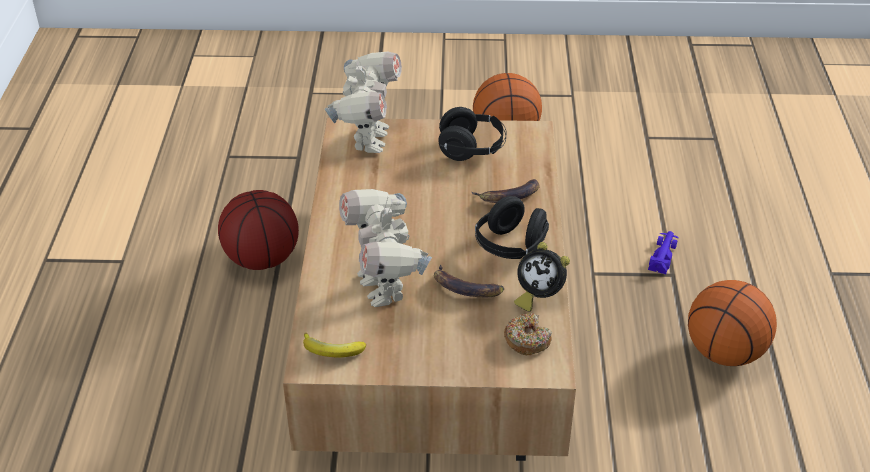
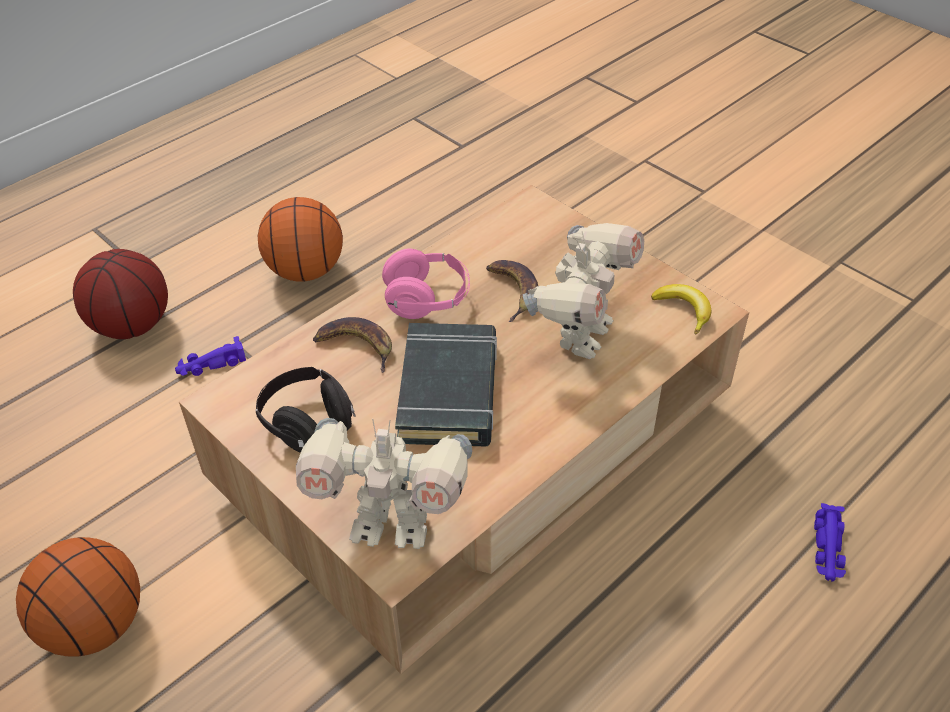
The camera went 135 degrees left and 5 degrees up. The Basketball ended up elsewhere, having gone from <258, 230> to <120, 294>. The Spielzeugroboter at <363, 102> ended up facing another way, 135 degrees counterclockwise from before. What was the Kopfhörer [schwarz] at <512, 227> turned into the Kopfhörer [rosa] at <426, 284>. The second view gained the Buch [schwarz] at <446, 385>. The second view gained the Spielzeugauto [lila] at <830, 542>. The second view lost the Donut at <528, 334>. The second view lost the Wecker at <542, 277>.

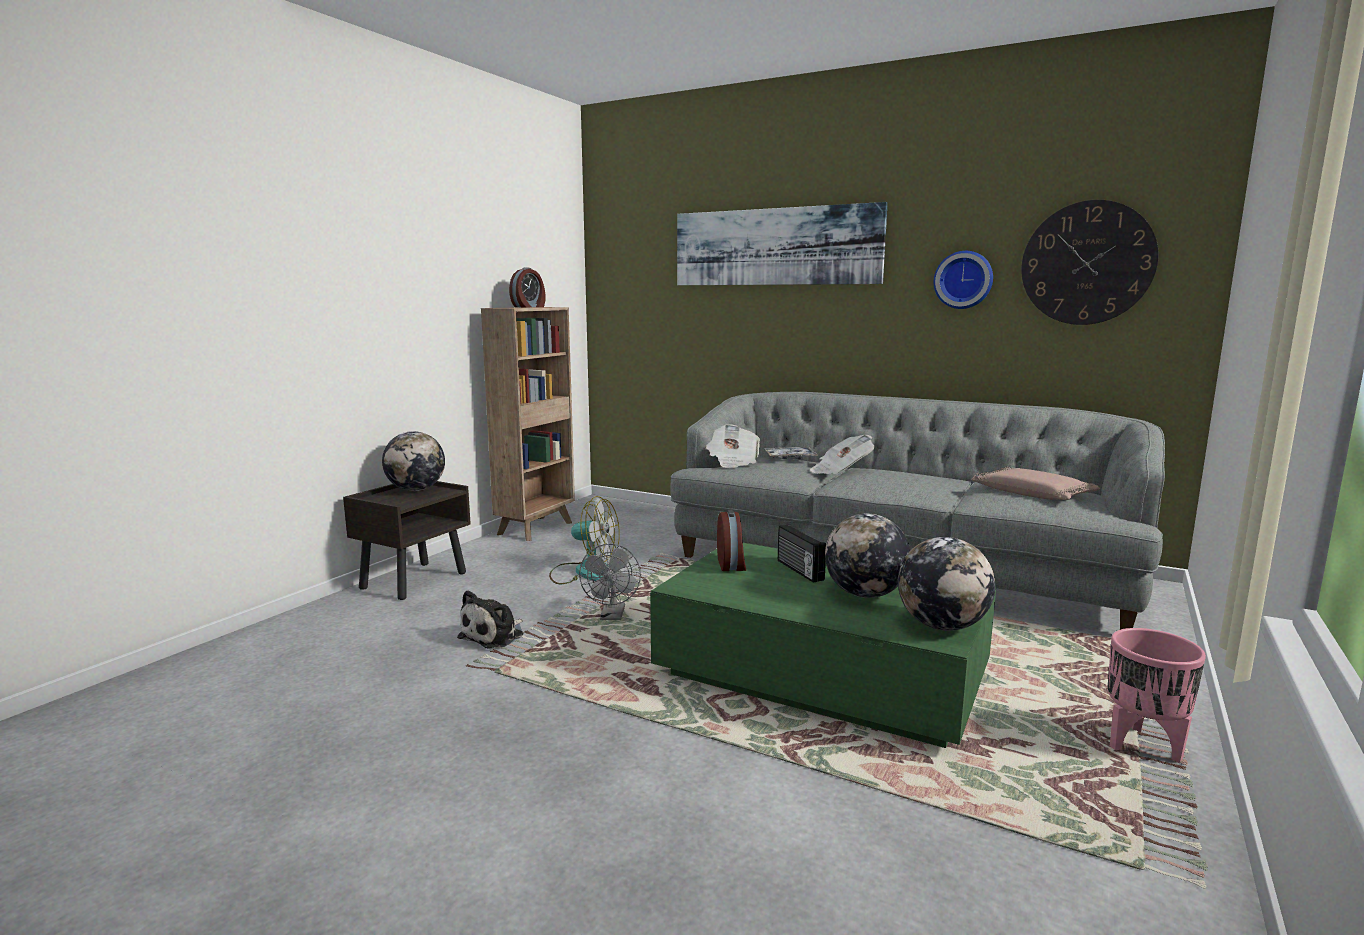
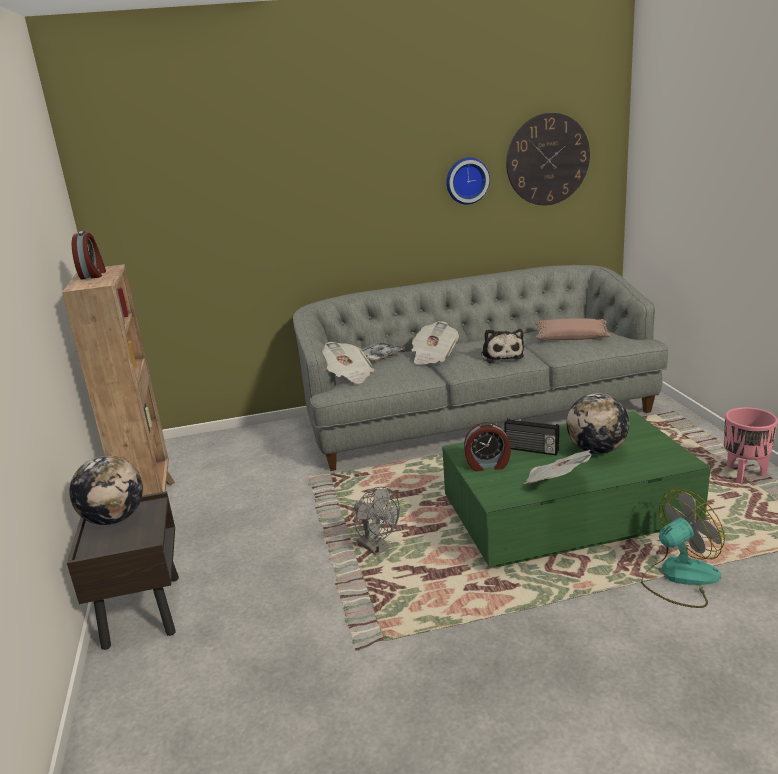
The camera went 40 degrees left and 10 degrees up. The Wecker at <731, 540> ended up facing another way, 135 degrees clockwise from before. The Plüschtier ended up elsewhere, having gone from <490, 619> to <502, 346>. The second view gained the Zeitung at <557, 467>. The Ventilator ended up elsewhere, having gone from <584, 540> to <683, 548>. The second view lost the Bild at <782, 243>. The second view lost the Globus at <946, 584>.

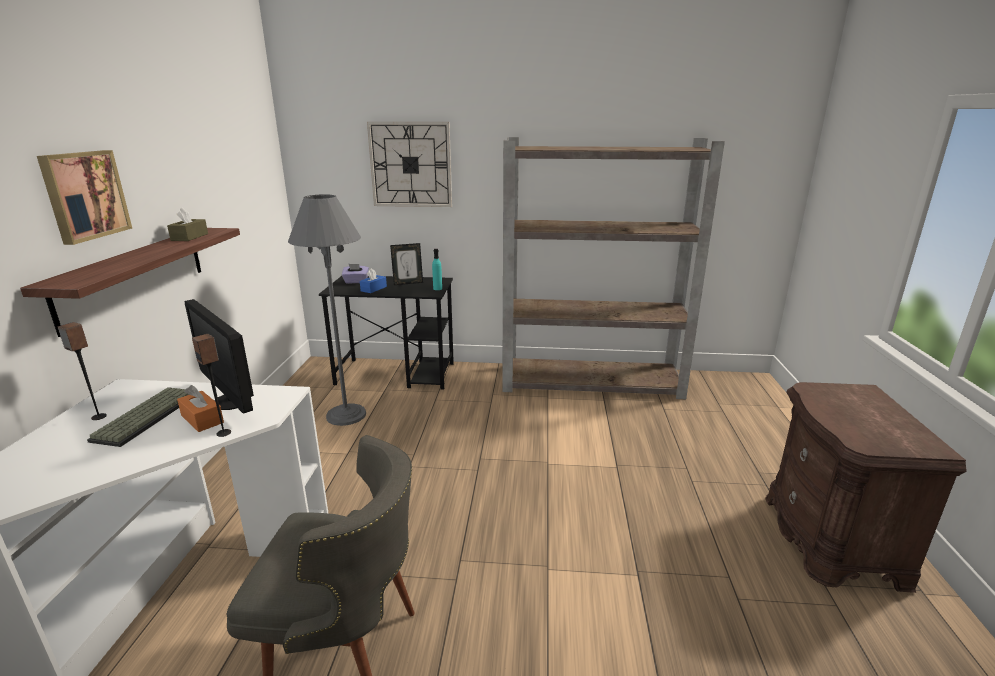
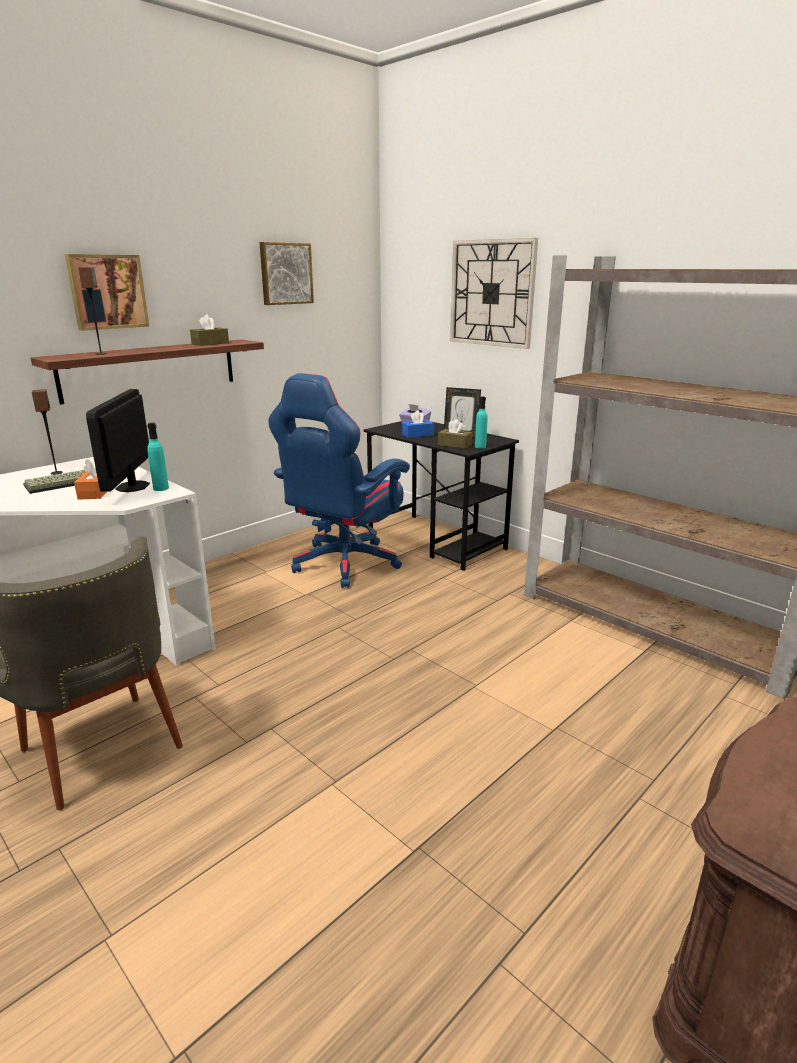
The camera went 40 degrees right and 0 degrees up. The Lautsprecher ended up elsewhere, having gone from <211, 385> to <92, 311>. The second view gained the Flasche [türkis] at <158, 457>. The second view gained the Bild at <286, 273>. Where the Stehlampe [grau] stood at <327, 310>, the Bürostuhl [blau] came to stand at <339, 480>. The second view gained the Taschentuchbox [braun] at <455, 434>.

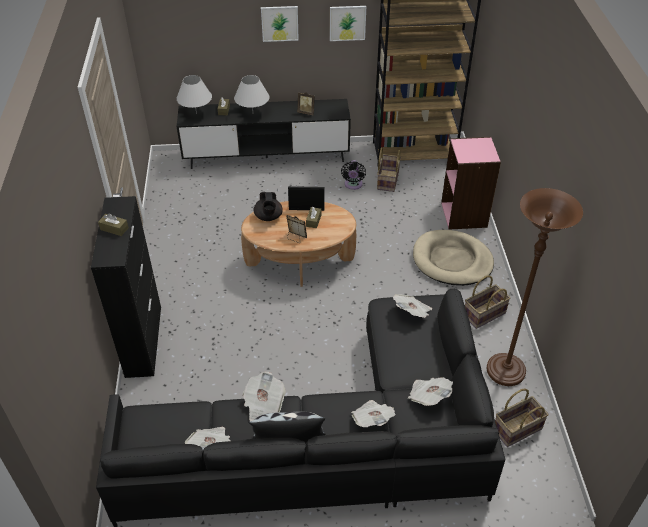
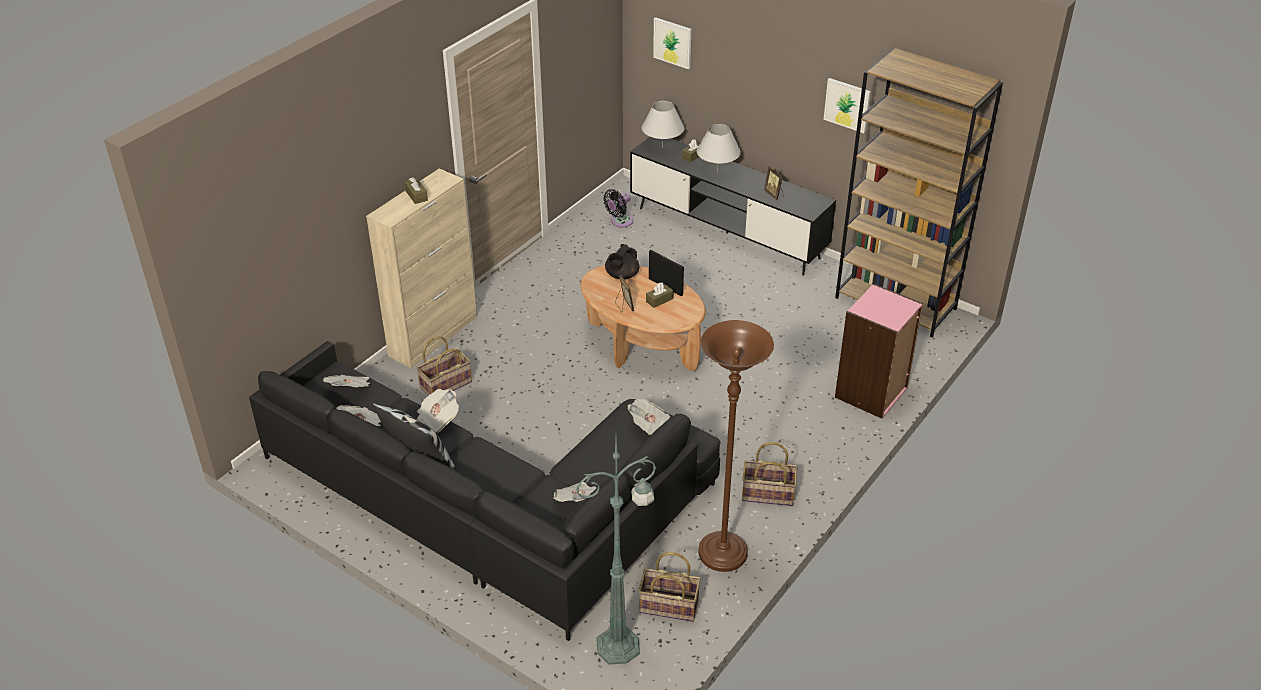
The camera went 40 degrees right and 5 degrees down. The Zeitung ended up elsewhere, having gone from <373, 413> to <346, 381>. What was the Schrank [schwarz] at <126, 287> turned into the Schrank [beige] at <421, 268>. The Korb ended up elsewhere, having gone from <389, 170> to <444, 366>. The second view gained the Stehlampe [grün] at <616, 551>. The Ventilator [schwarz] ended up elsewhere, having gone from <353, 175> to <618, 208>. The Bild ended up elsewhere, having gone from <280, 24> to <672, 43>. The second view lost the Hundebett [beige] at <453, 258>.

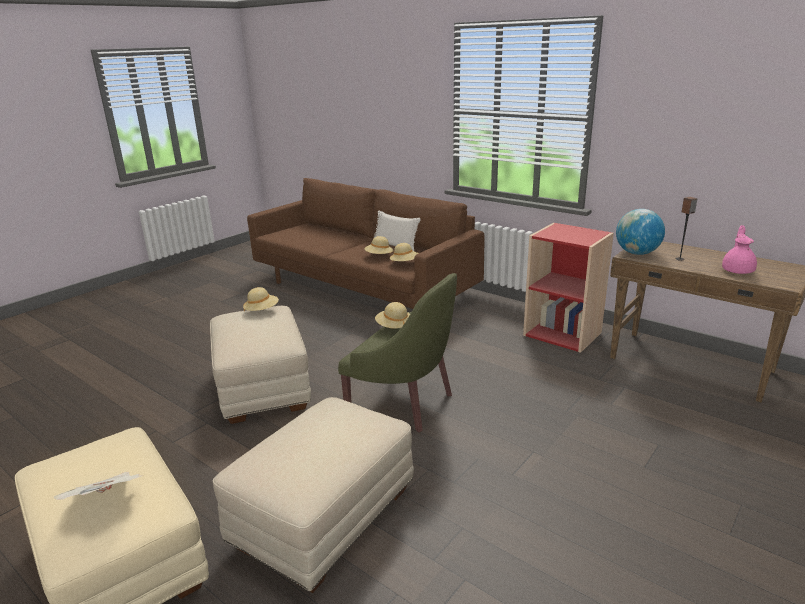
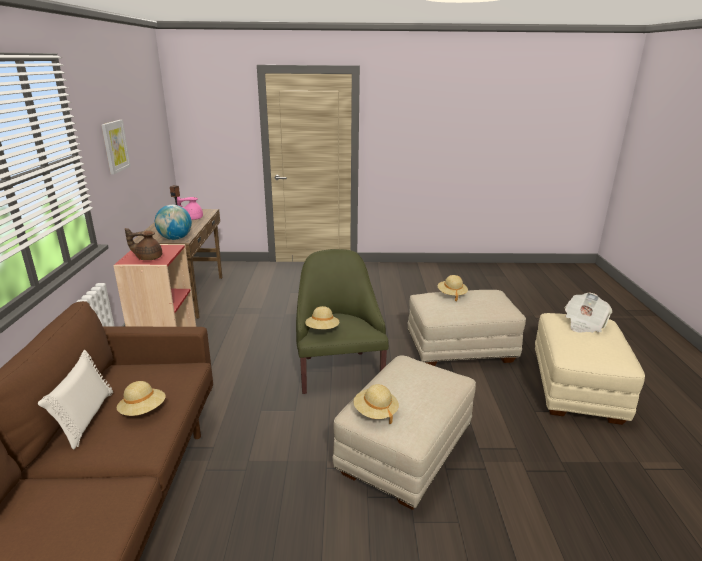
The camera went 130 degrees left and 0 degrees up. The second view gained the Bild at <115, 147>. The second view gained the Teekanne [braun] at <143, 244>. The Hut [beige] ended up elsewhere, having gone from <404, 252> to <453, 288>.

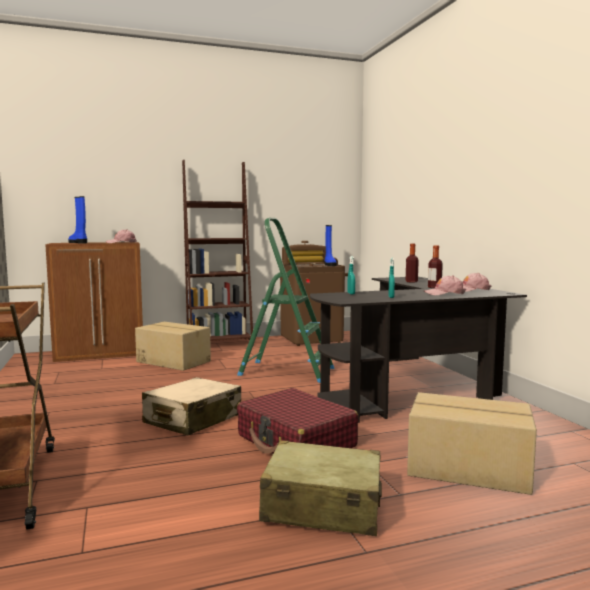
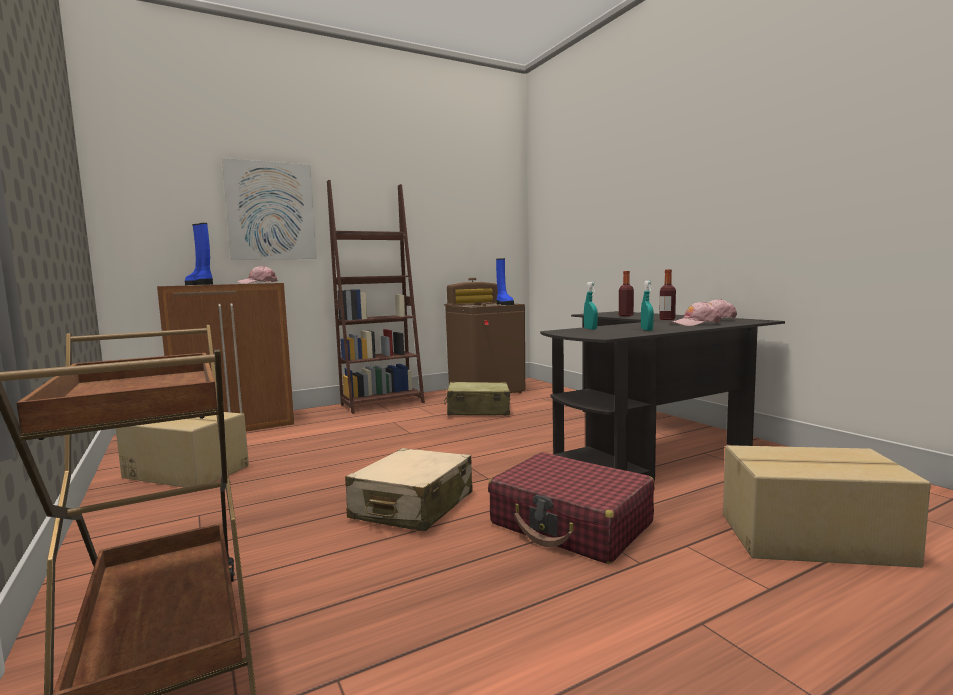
The camera went 10 degrees left and 0 degrees up. The Karton ended up elsewhere, having gone from <173, 346> to <182, 449>. The second view gained the Bild at <269, 209>. The Koffer [beige] ended up elsewhere, having gone from <320, 488> to <477, 399>. The second view lost the Trittleiter [grün] at <286, 300>.

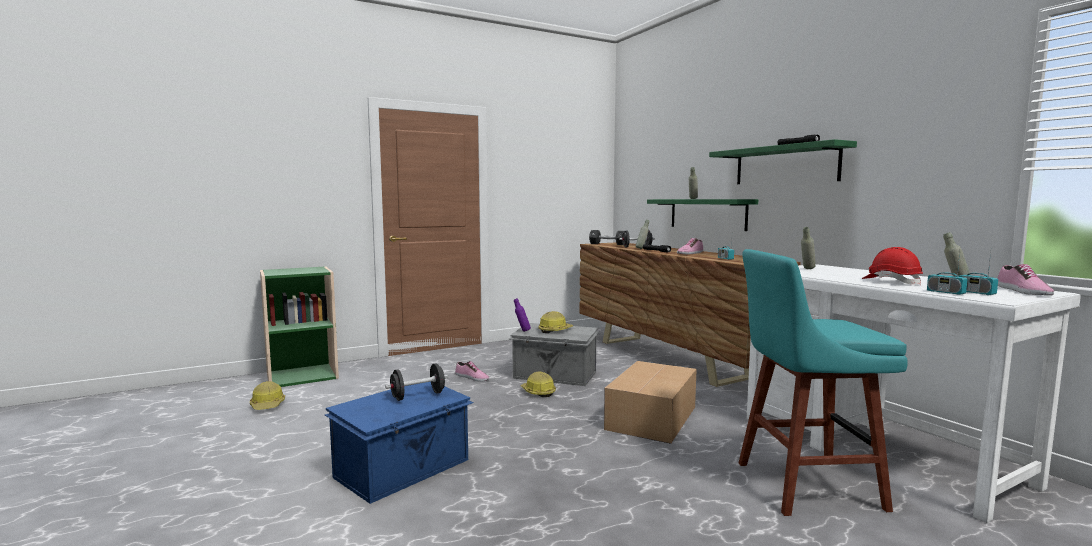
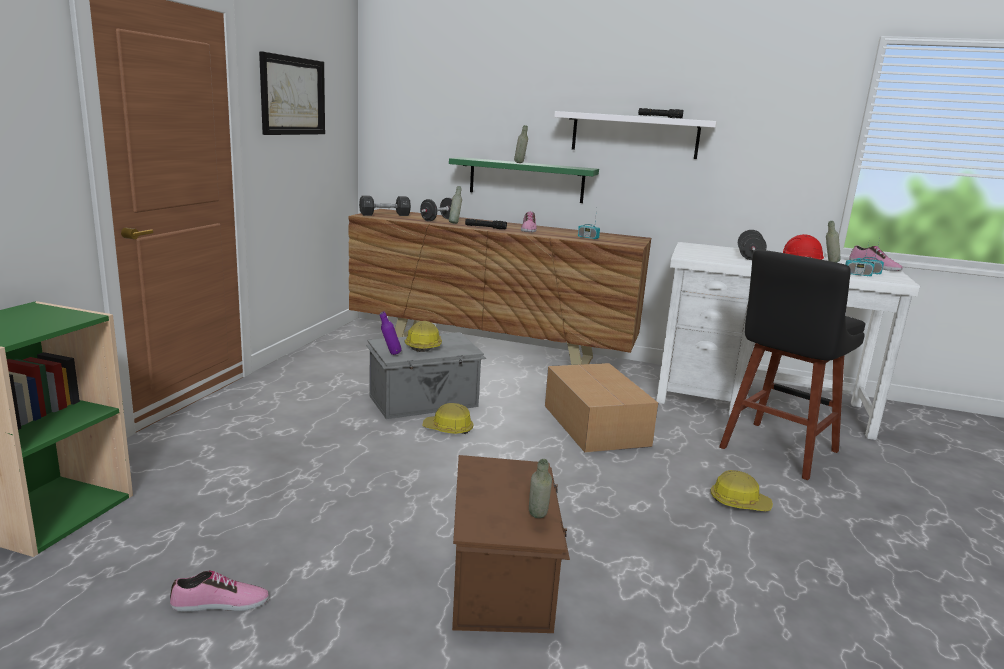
The camera went 45 degrees left and 10 degrees up. The Schuh ended up elsewhere, having gone from <472, 371> to <219, 591>. The second view gained the Bild at <292, 93>. What was the Aufbewahrungsbox [blau] at <399, 443> turned into the Aufbewahrungsbox [braun] at <511, 544>. The Flasche [grau] ended up elsewhere, having gone from <808, 248> to <540, 488>. What was the Wandregal [grün] at <783, 161> turned into the Wandregal [weiß] at <635, 135>. The Schutzhelm ended up elsewhere, having gone from <267, 395> to <742, 490>. What was the Hocker [türkis] at <823, 382> turned into the Hocker [schwarz] at <792, 364>. The Hantel [schwarz] ended up elsewhere, having gone from <416, 382> to <752, 245>.

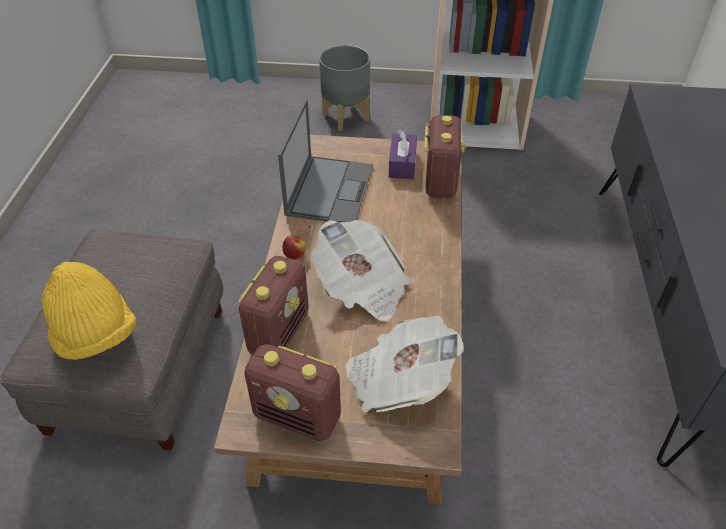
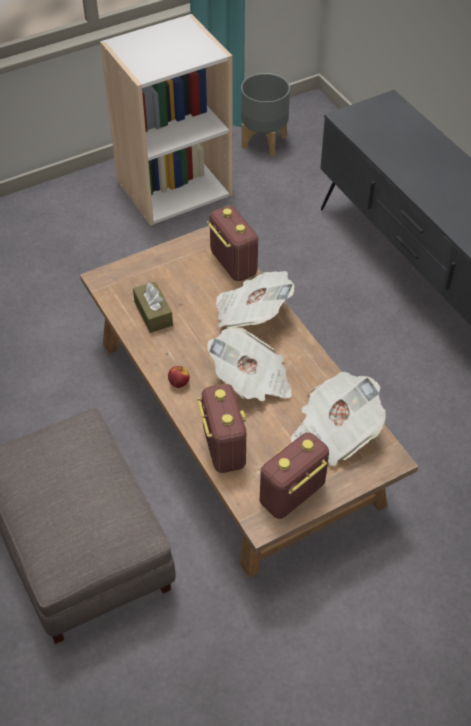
The camera went 35 degrees left and 5 degrees up. Where the Laptop stood at <325, 160>, the Taschentuchbox [braun] came to stand at <153, 307>. The second view gained the Zeitung at <255, 299>. The Pflanzkübel [grau] ended up elsewhere, having gone from <344, 88> to <265, 114>. The Radio at <292, 392> ended up facing another way, 150 degrees clockwise from before. The second view lost the Hut [gelb] at <89, 311>. The second view lost the Taschentuchbox [lila] at <403, 154>.

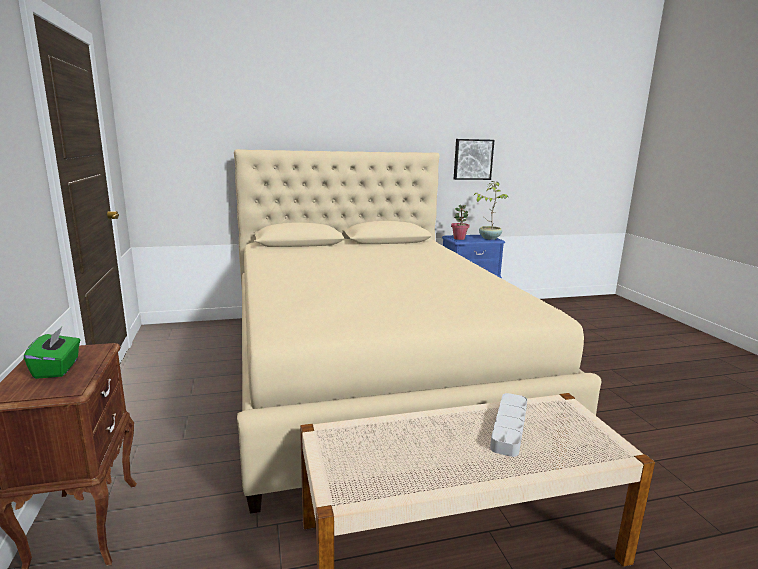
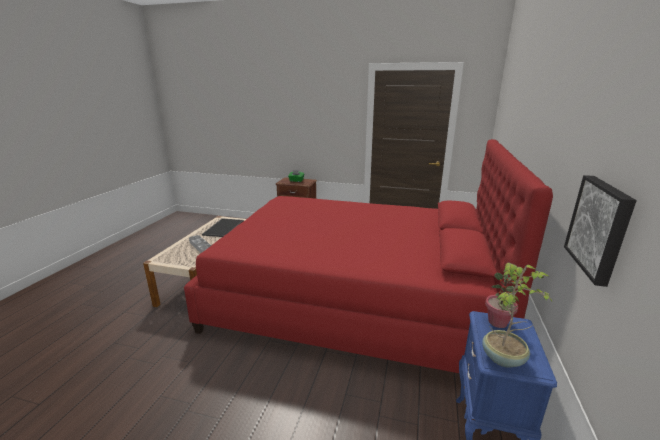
The camera went 120 degrees right and 5 degrees up. What was the Bett [beige] at <418, 331> turned into the Bett [rot] at <368, 256>. The second view gained the Tablett at <223, 228>.

